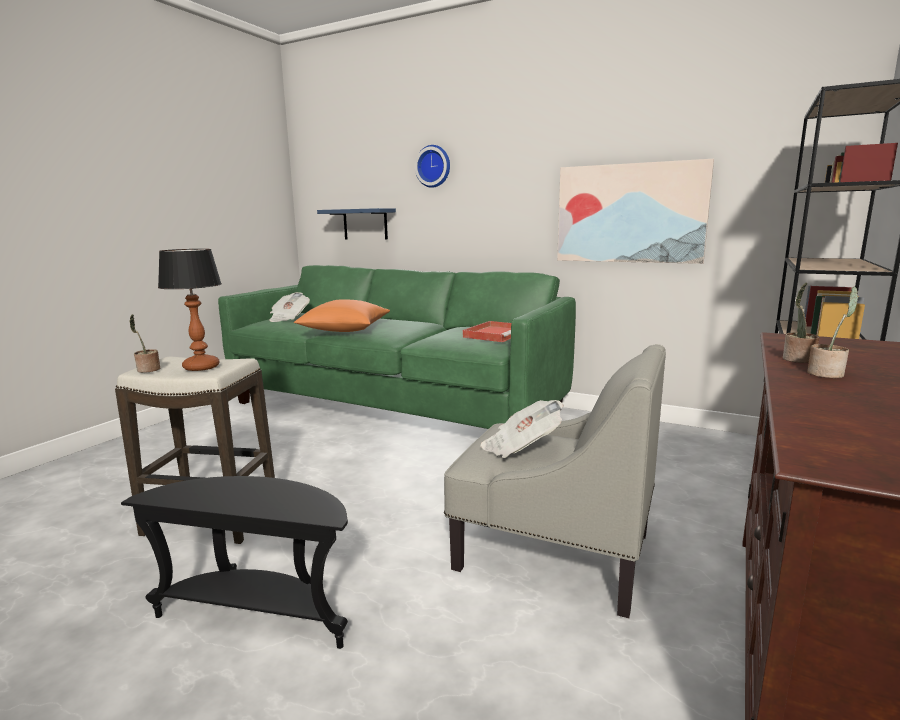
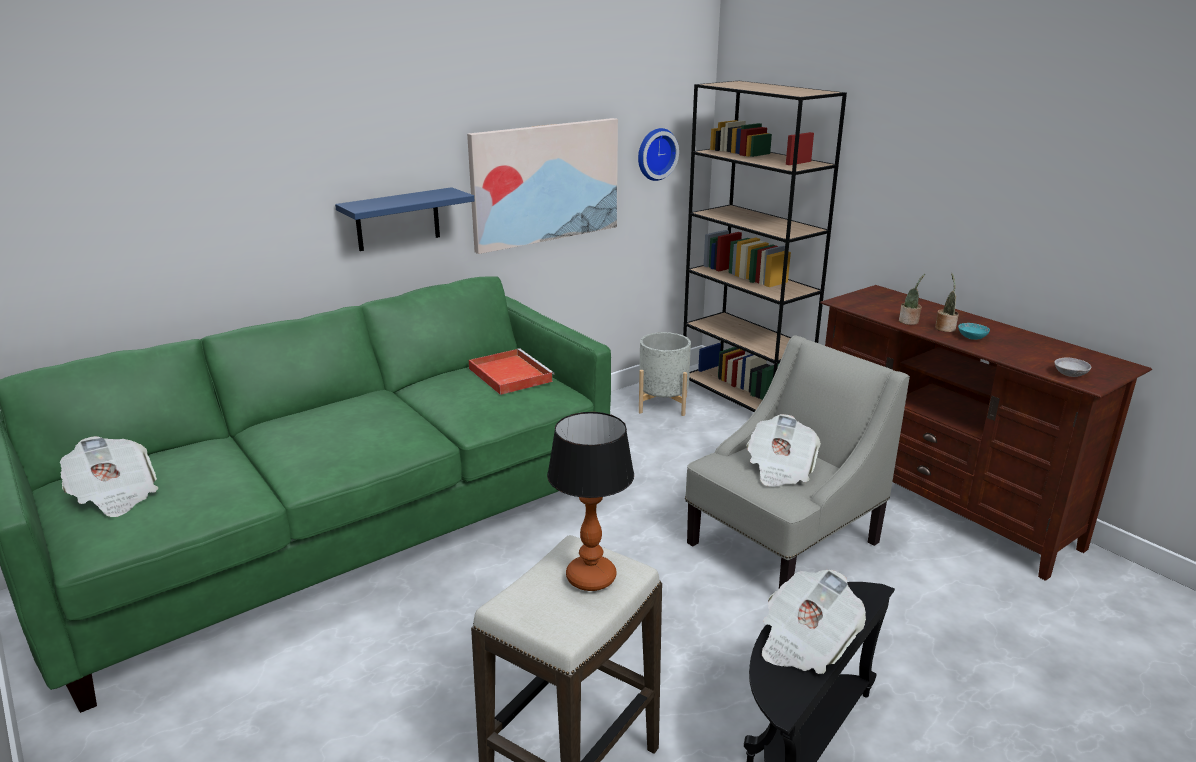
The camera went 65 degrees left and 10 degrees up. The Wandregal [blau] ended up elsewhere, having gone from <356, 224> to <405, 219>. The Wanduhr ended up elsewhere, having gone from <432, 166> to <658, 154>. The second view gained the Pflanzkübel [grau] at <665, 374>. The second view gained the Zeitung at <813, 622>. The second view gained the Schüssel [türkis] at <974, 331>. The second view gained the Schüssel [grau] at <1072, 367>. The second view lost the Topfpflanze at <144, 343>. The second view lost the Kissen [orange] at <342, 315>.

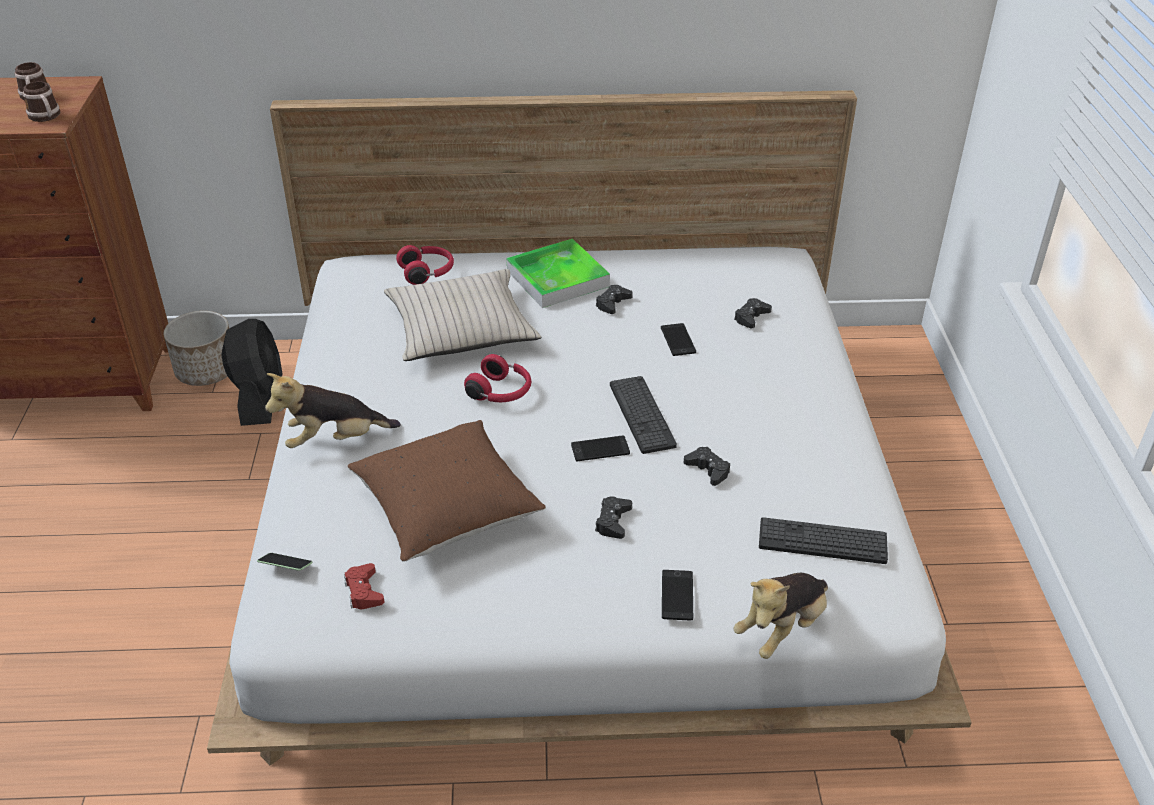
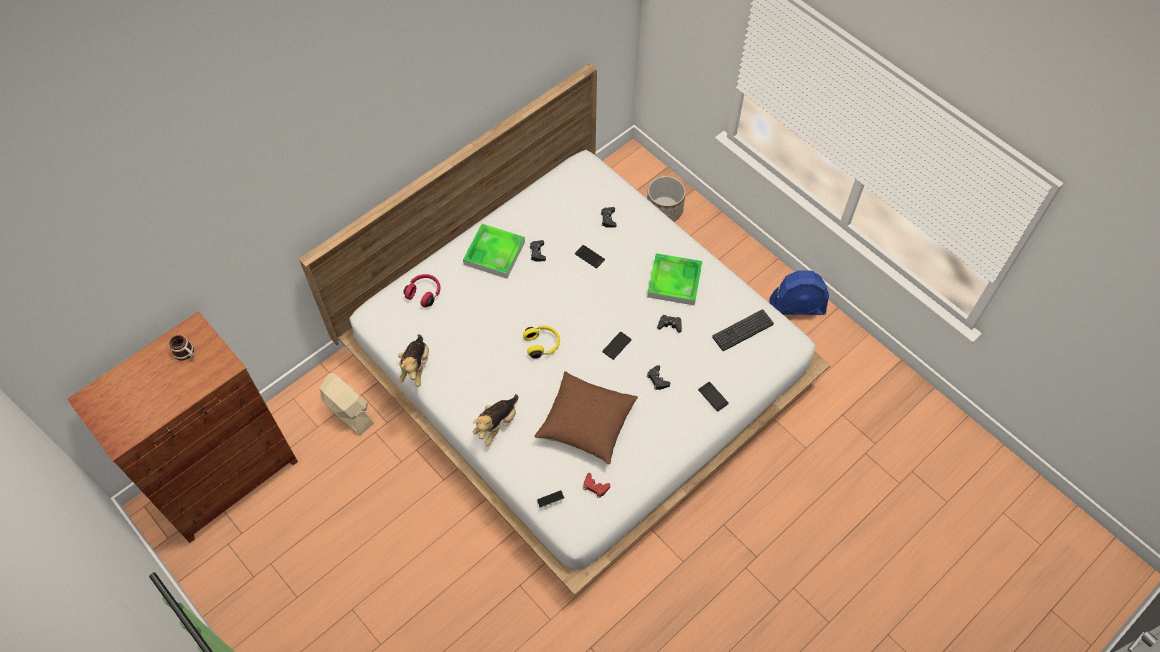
The camera went 40 degrees left and 20 degrees up. What was the Ventilator [schwarz] at <251, 372> turned into the Ventilator [beige] at <346, 404>. The Plüschtier ended up elsewhere, having gone from <780, 616> to <413, 360>. What was the Kopfhörer [rot] at <497, 378> turned into the Kopfhörer [gelb] at <541, 342>. The Pflanzkübel ended up elsewhere, having gone from <196, 348> to <666, 199>. The second view gained the Tablett at <675, 279>. The second view gained the Ventilator [blau] at <799, 292>. The second view lost the Henkelbecher at <42, 101>. The second view lost the Kissen [beige] at <462, 315>. The second view lost the Tastatur at <643, 415>.

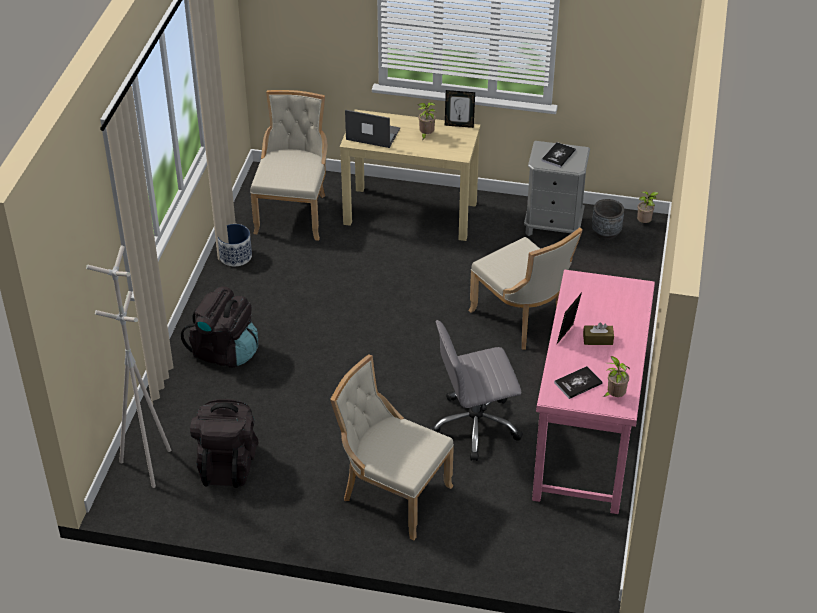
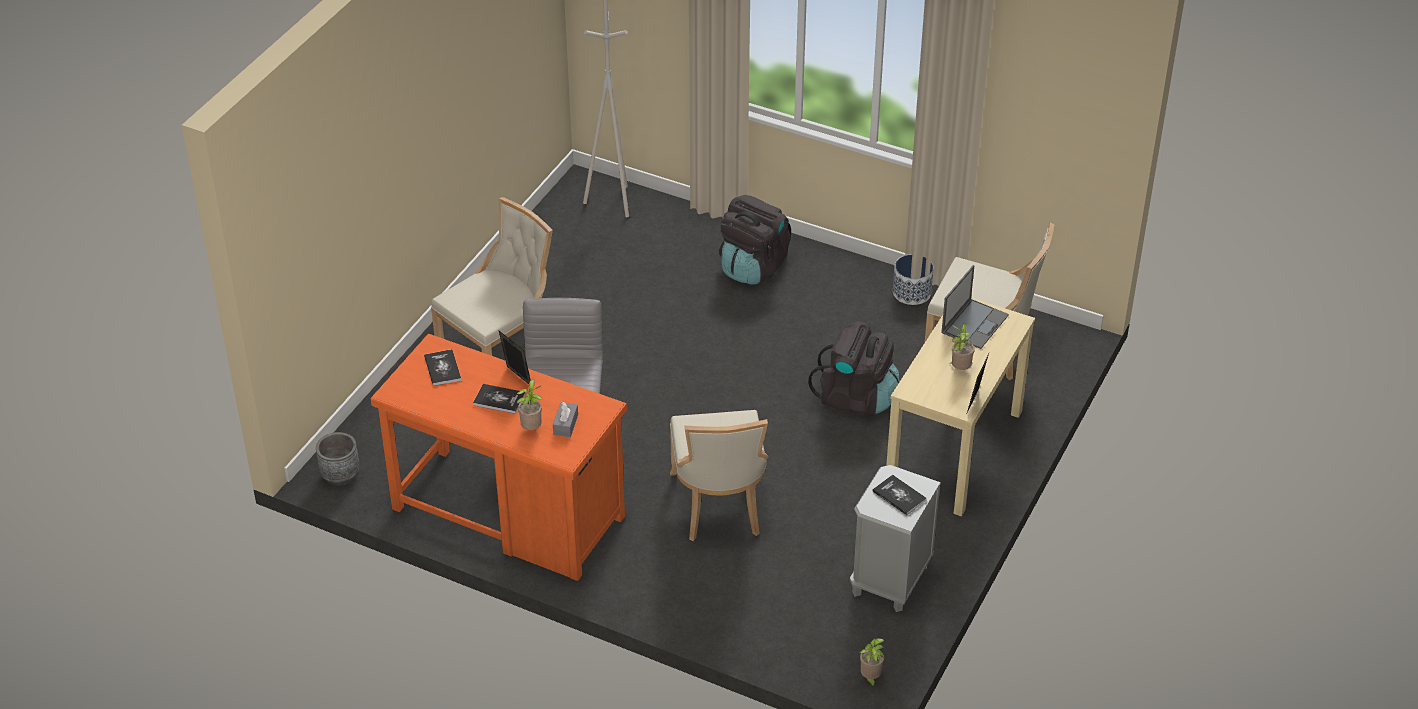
The camera went 105 degrees right and 0 degrees up. The Pflanzkübel [grau] ended up elsewhere, having gone from <608, 219> to <338, 459>. What was the Schreibtisch [rosa] at <593, 392> turned into the Schreibtisch [orange] at <499, 457>. Where the Taschentuchbox [braun] stood at <598, 334>, the Buch came to stand at <499, 399>. The Topfpflanze ended up elsewhere, having gone from <616, 376> to <529, 405>. The second view gained the Taschentuchbox [grau] at <565, 419>. The Stuhl [beige] at <525, 288> ended up facing another way, 75 degrees counterclockwise from before. The Rucksack [schwarz] ended up elsewhere, having gone from <224, 443> to <854, 368>.

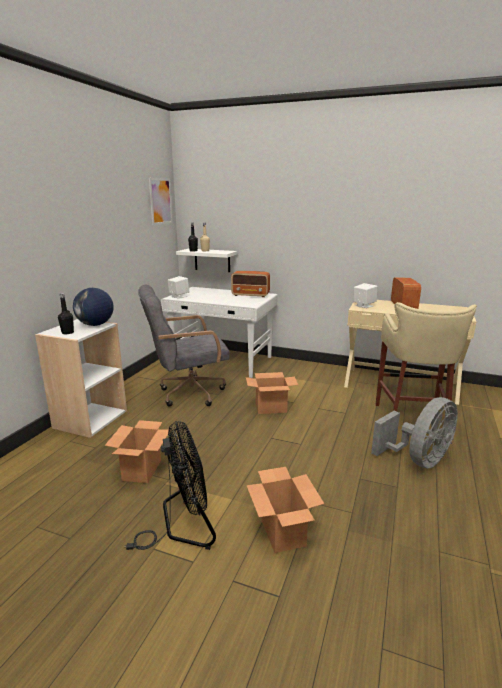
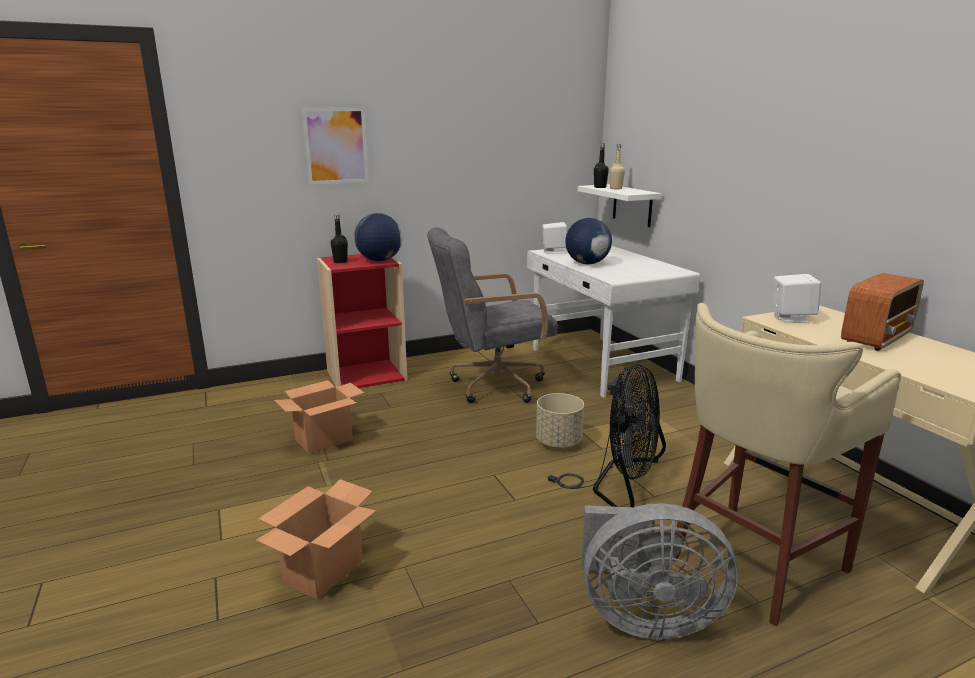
The camera went 45 degrees right and 0 degrees up. The Bild ended up elsewhere, having gone from <161, 201> to <335, 146>. What was the Bücherregal [weiß] at <81, 378> turned into the Bücherregal [rot] at <362, 321>. The Bürostuhl [grau] at <184, 346> ended up facing another way, 45 degrees counterclockwise from before. Where the Karton stood at <272, 393>, the Pflanzkübel [beige] came to stand at <560, 420>. The Ventilator [schwarz] ended up elsewhere, having gone from <170, 485> to <606, 435>. The second view gained the Globus at <588, 241>. The second view lost the Radio at <250, 284>.

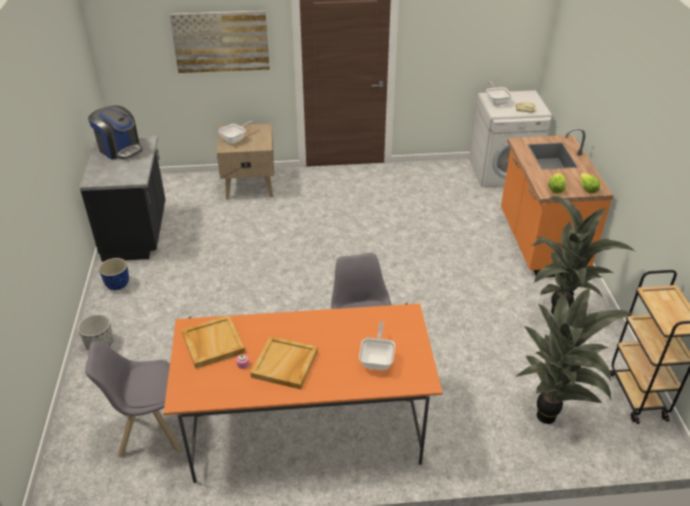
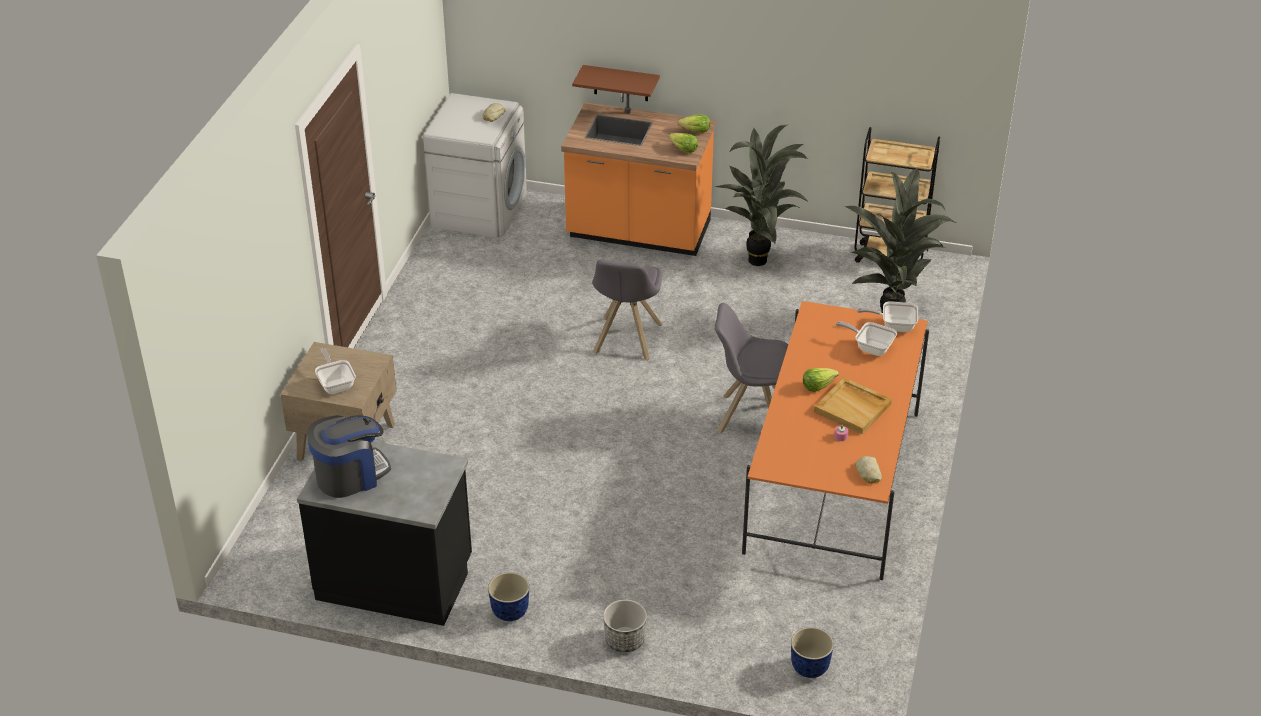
The camera went 70 degrees left and 0 degrees up. The second view gained the Wandregal [braun] at <616, 83>. The Stuhl [grau] ended up elsewhere, having gone from <133, 399> to <627, 310>. The second view gained the Pflanzkübel at <812, 652>. The second view gained the Salatkopf at <821, 380>. The second view gained the Brot at <868, 470>. The Pfanne ended up elsewhere, having gone from <499, 93> to <887, 316>. The second view lost the Bild at <219, 41>. The second view lost the Tablett [beige] at <213, 342>.

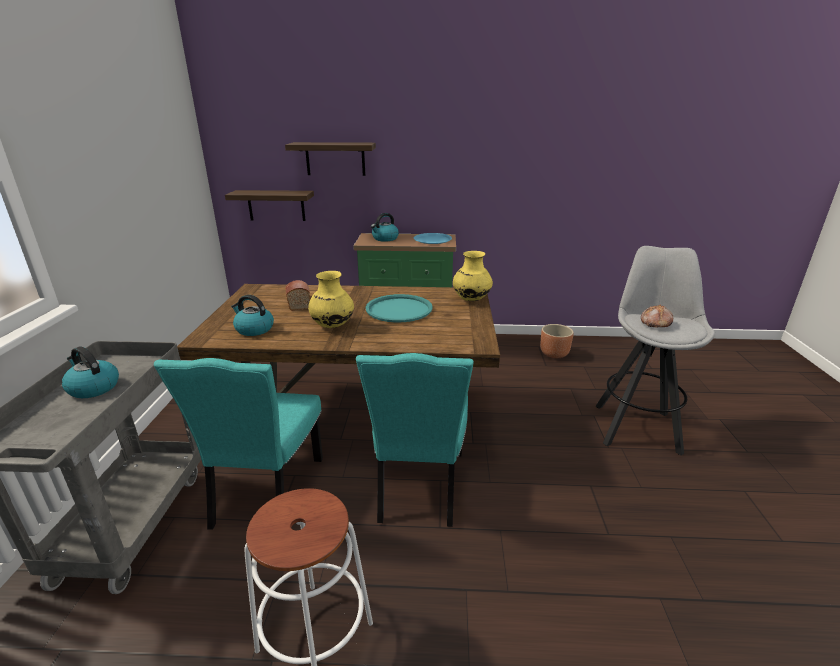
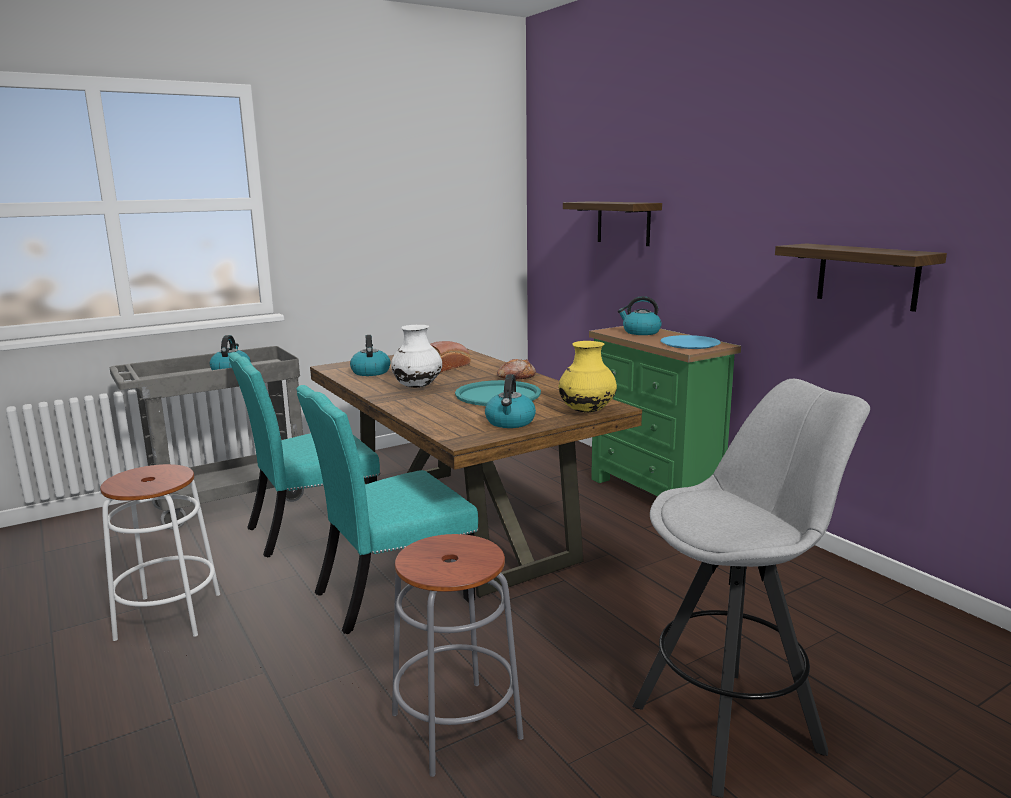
The camera went 55 degrees right and 10 degrees down. What was the Vase [gelb] at <331, 299> turned into the Vase [weiß] at <416, 356>. The second view gained the Hocker [grau] at <458, 655>. The second view gained the Wasserkessel at <510, 401>. The Brot ended up elsewhere, having gone from <657, 315> to <516, 369>. The Wandregal ended up elsewhere, having gone from <269, 205> to <861, 277>. The second view lost the Pflanzkübel [braun] at <557, 341>.

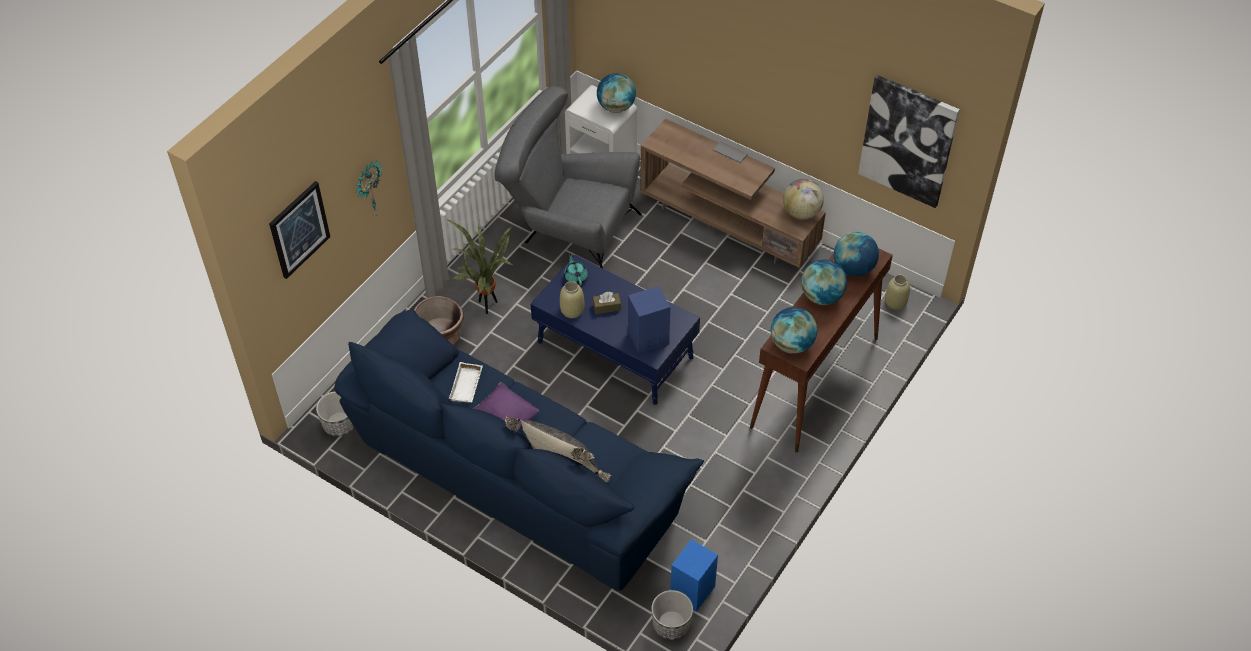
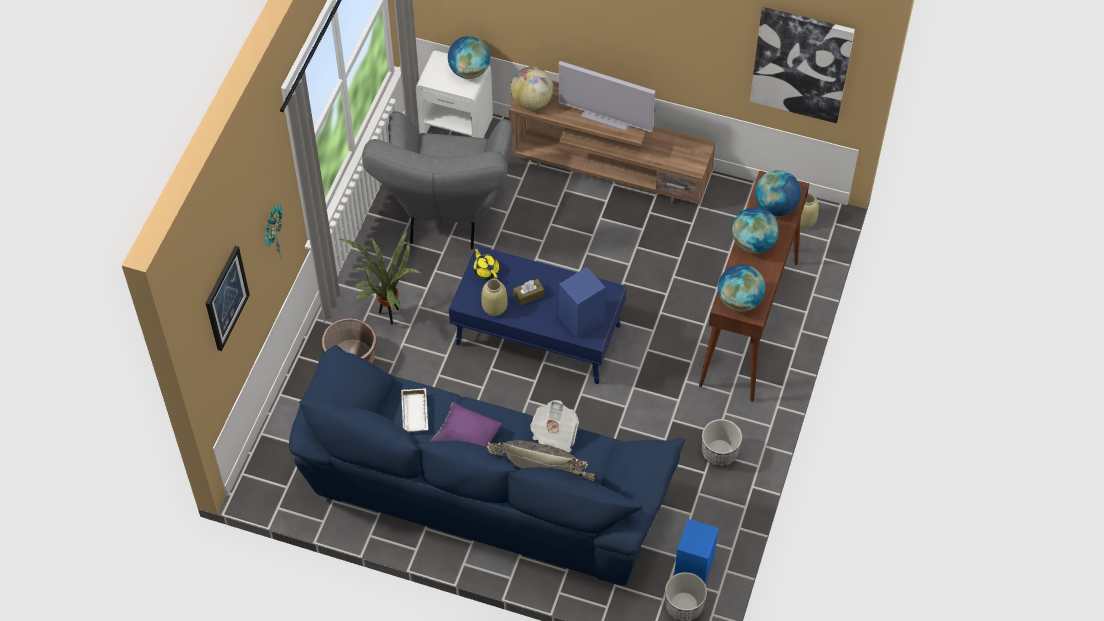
The camera went 15 degrees left and 5 degrees up. The Sessel [grau] at <568, 177> ended up facing another way, 90 degrees counterclockwise from before. What was the Teekanne [türkis] at <576, 269> turned into the Teekanne [gelb] at <486, 262>. The Globus ended up elsewhere, having gone from <803, 199> to <531, 88>. The second view gained the Zeitung at <554, 426>. The second view gained the Fernseher at <607, 96>. The Pflanzkübel ended up elsewhere, having gone from <335, 414> to <722, 443>.

